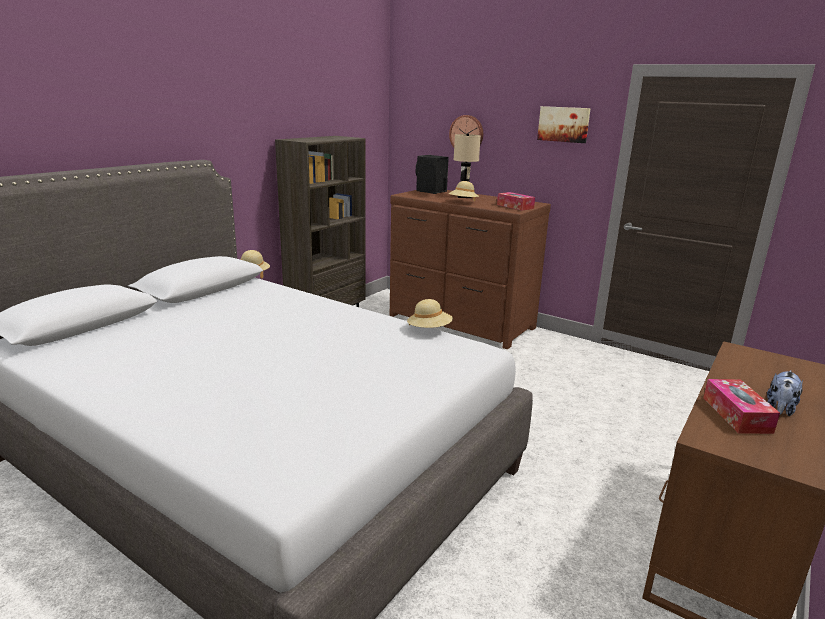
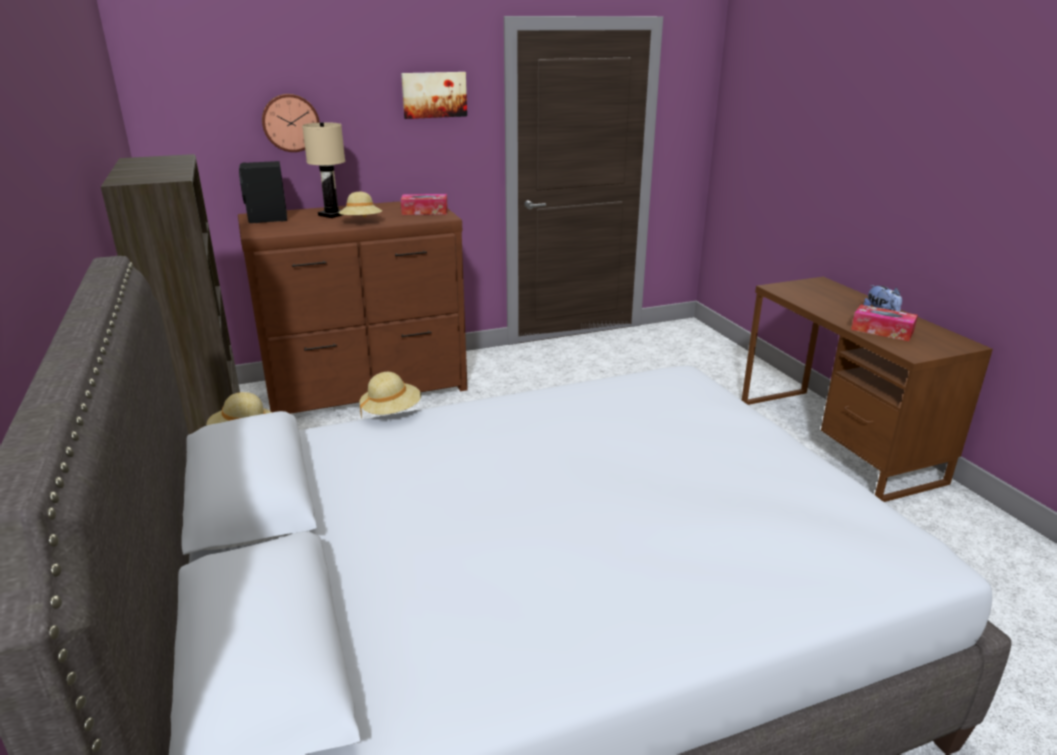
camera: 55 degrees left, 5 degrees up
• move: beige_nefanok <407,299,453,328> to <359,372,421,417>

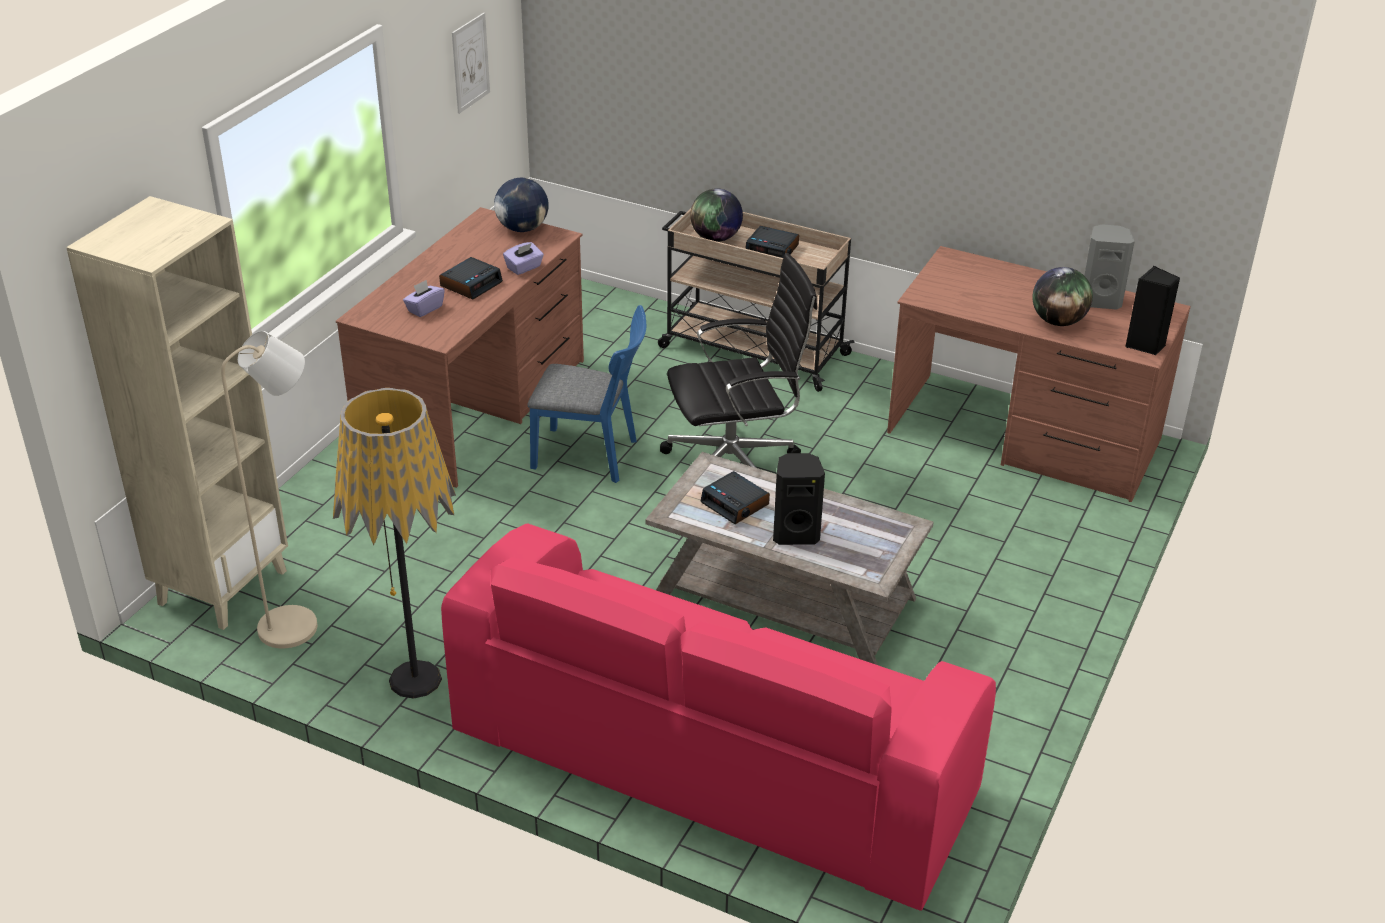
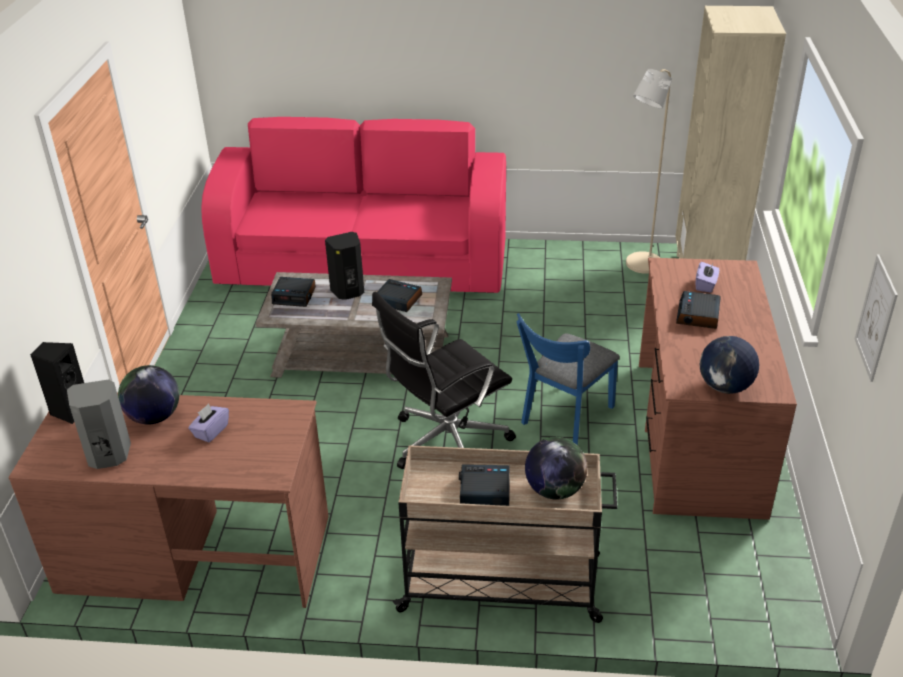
camera: 160 degrees right, 0 degrees up
• delete: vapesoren <333,388,456,699>
• insert: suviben <271,277,316,307>
• move: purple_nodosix <503,242,544,275> to <188,403,229,442>
• rotate: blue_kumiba <528,305,646,483> = <516,313,620,446> 45 degrees counterclockwise

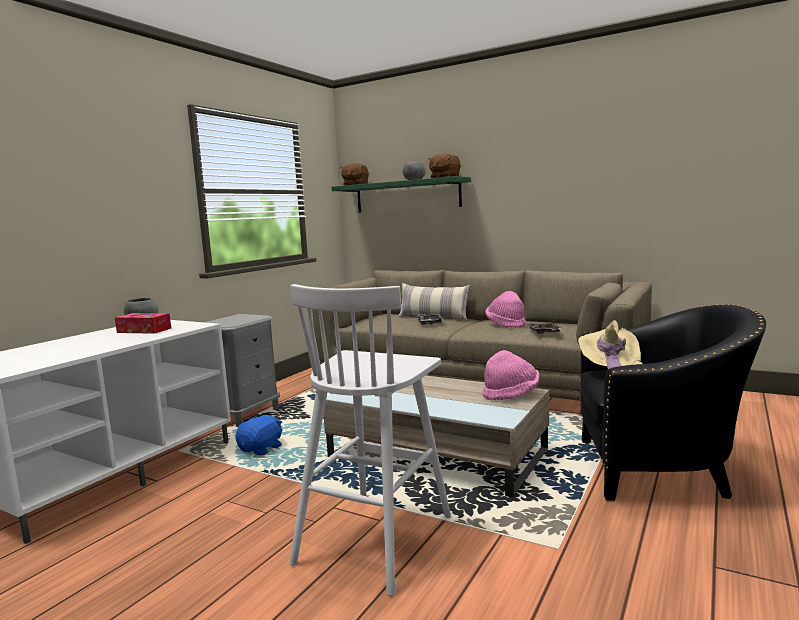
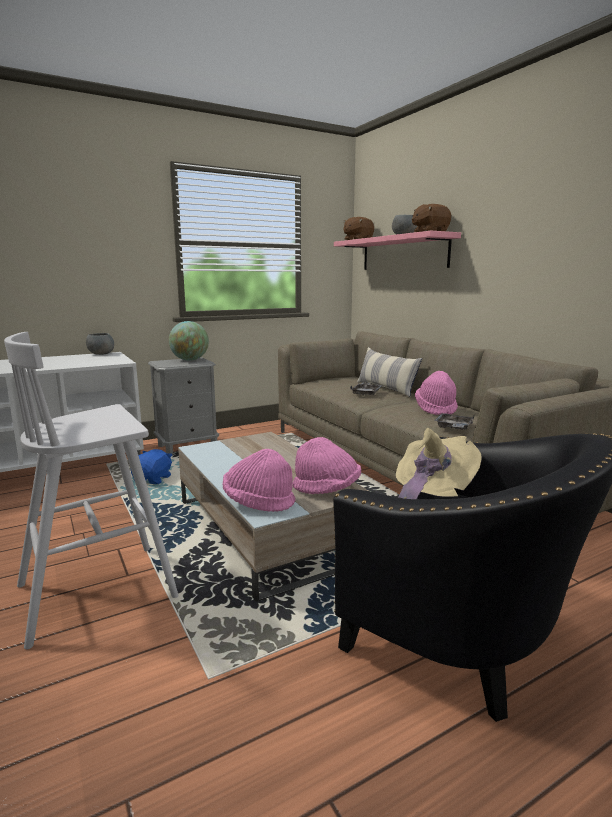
camera: 30 degrees right, 5 degrees up
• delete: nodosix <115,313,171,334>
• insert: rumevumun <169,321,209,361>
• insert: pink_nefanok <222,449,296,512>
• recolor: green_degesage <332,176,471,212> to pink_degesage <334,231,461,270>
• rotate: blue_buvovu <235,415,282,455> = <131,449,172,484> 45 degrees counterclockwise

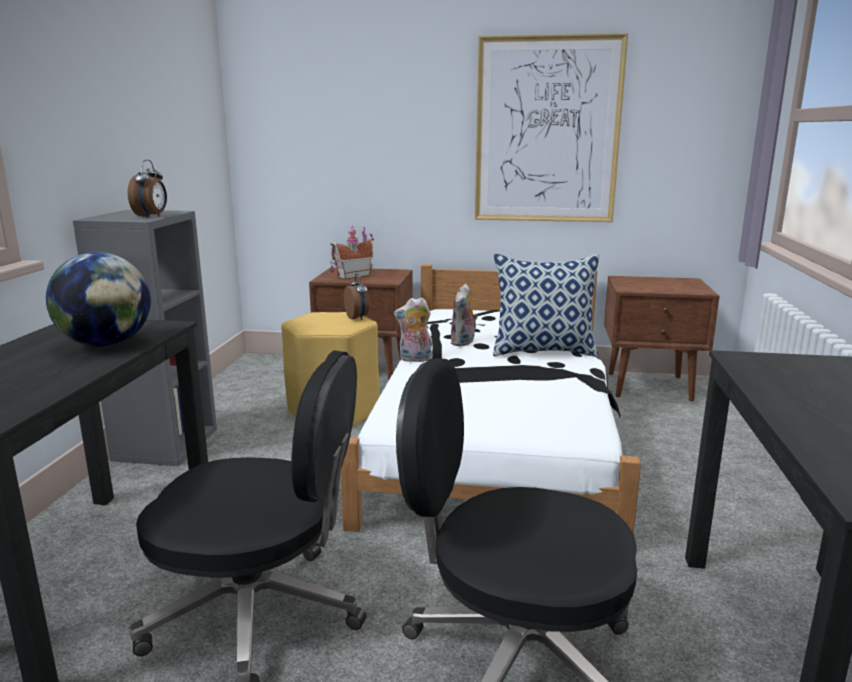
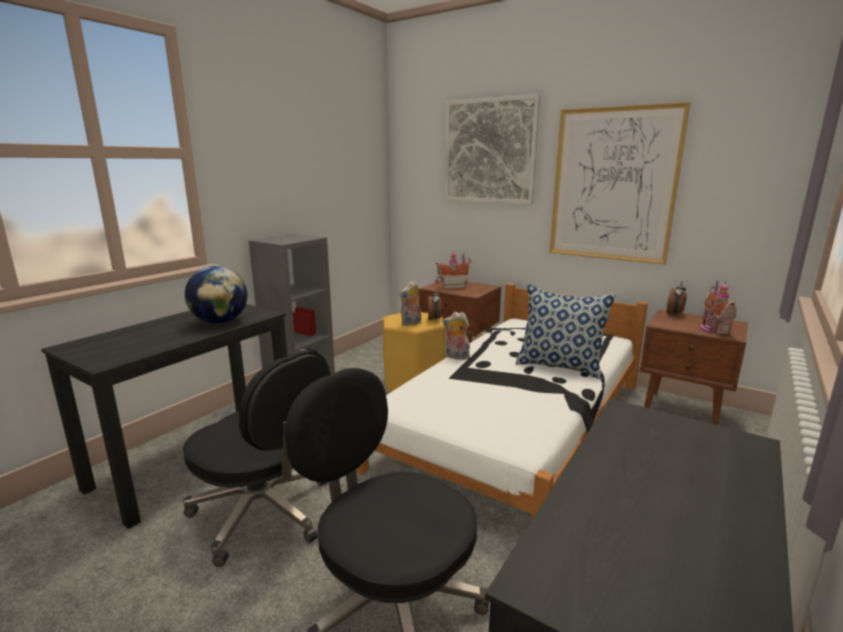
camera: 25 degrees right, 0 degrees up
• insert: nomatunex <445,94,541,204>
• insert: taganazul <700,280,737,334>
• move: suviben <128,160,167,218> to <667,280,687,316>
• move: buvovu <450,283,478,346> to <400,281,421,325>

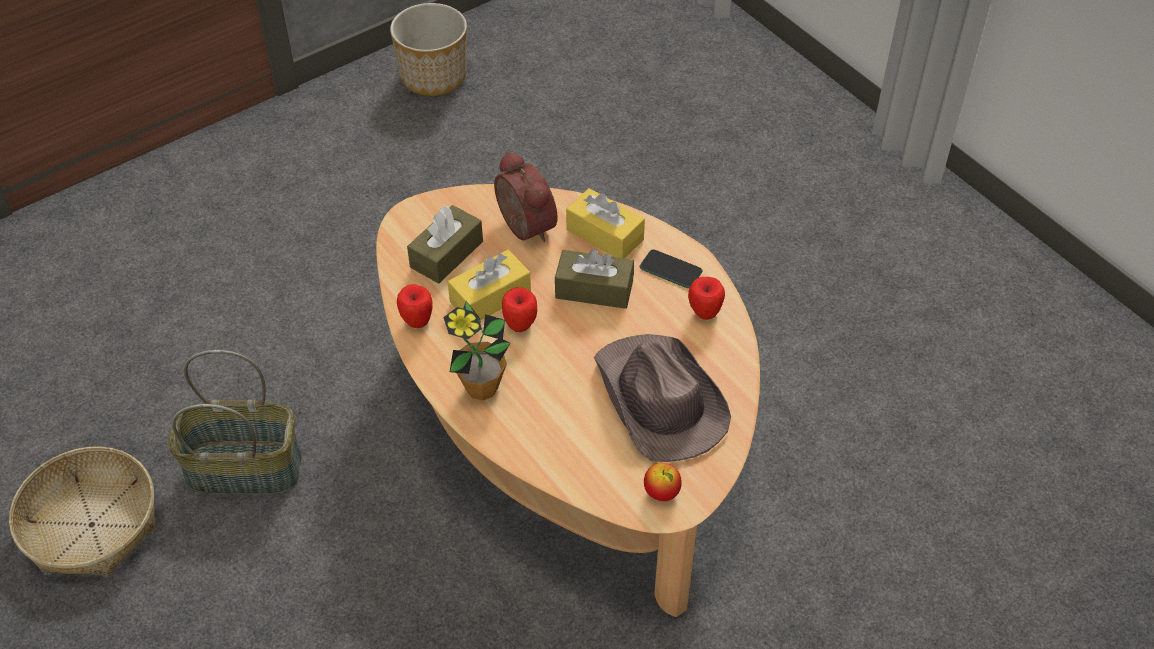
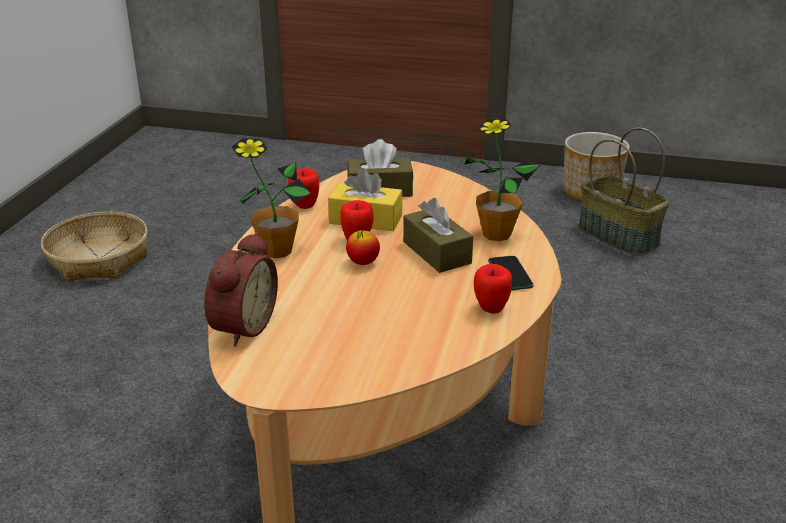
camera: 50 degrees right, 20 degrees down
• delete: brown_nefanok <594,334,731,462>
• move: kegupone <168,350,302,494> to <578,128,669,256>
• move: suviben <494,151,557,242> to <204,232,278,347>
• move: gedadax <644,463,682,501> to <346,230,380,265>
• replace: yellow_nodosix <566,188,645,258> to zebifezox <465,118,540,241>

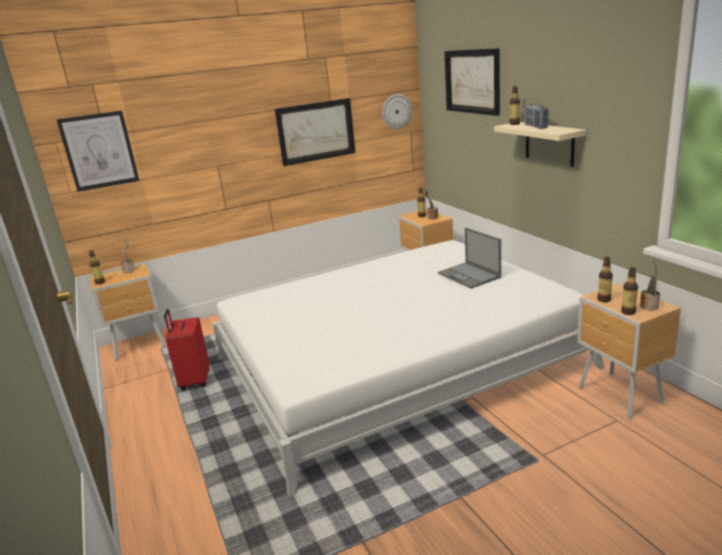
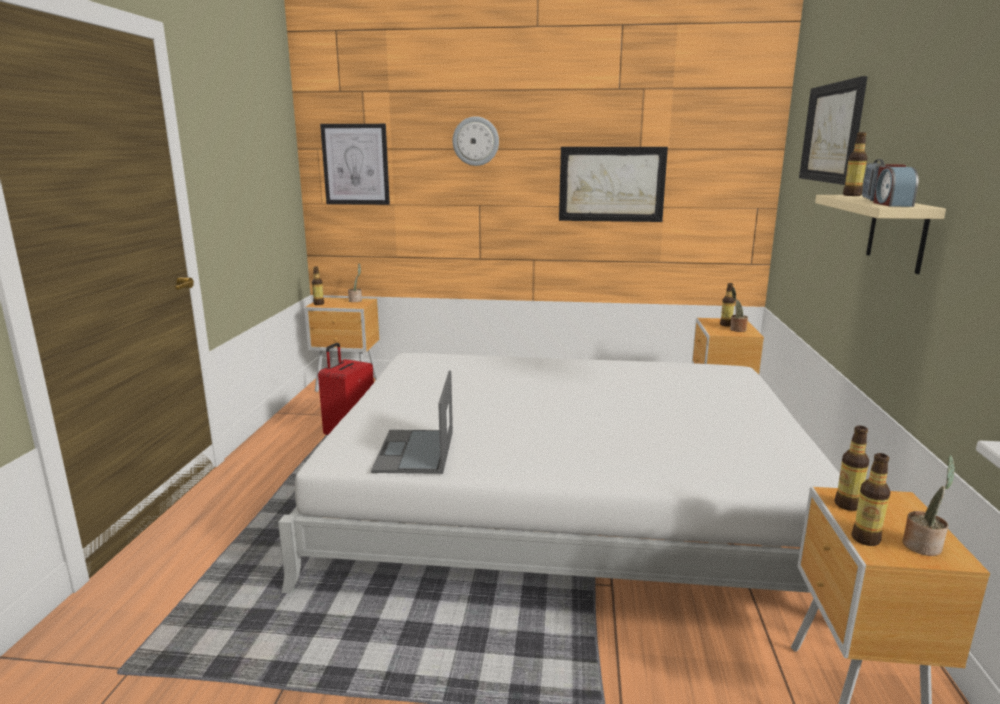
camera: 30 degrees right, 5 degrees down
• insert: suviben <873,164,918,207>
• move: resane <382,94,412,129> to <453,116,499,166>
• move: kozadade <438,228,501,289> to <371,371,453,474>

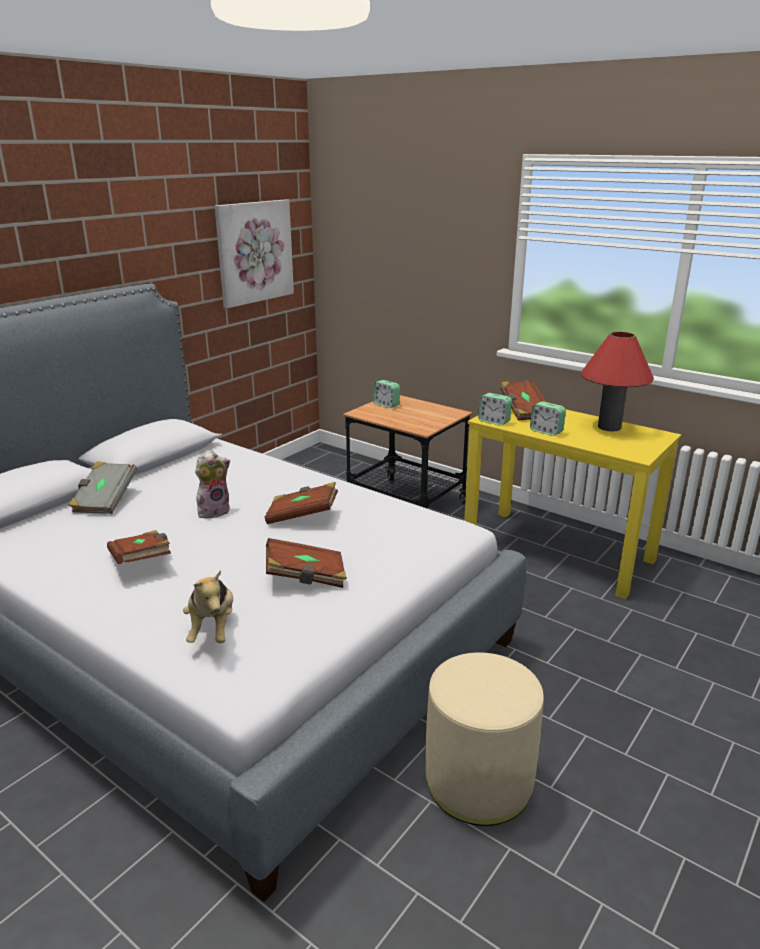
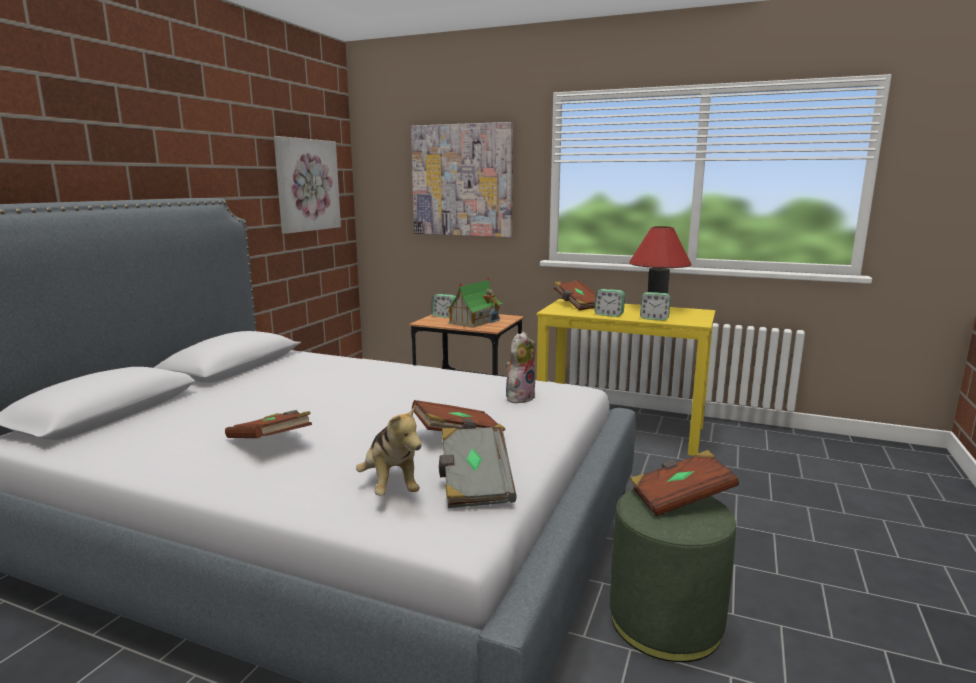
camera: 15 degrees left, 10 degrees down
• insert: nomatunex <411,122,513,237>
• insert: taganazul <445,277,503,328>
• move: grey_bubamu <68,462,137,514> to <439,427,517,508>
• move: buvovu <195,451,230,519> to <506,332,536,403>
• move: brown_bubamu <265,482,338,524> to <630,450,739,516>
• move: suviben <478,393,512,425> to <640,292,671,320>
• recolor: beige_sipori <425,652,544,826> to green_sipori <610,489,736,662>

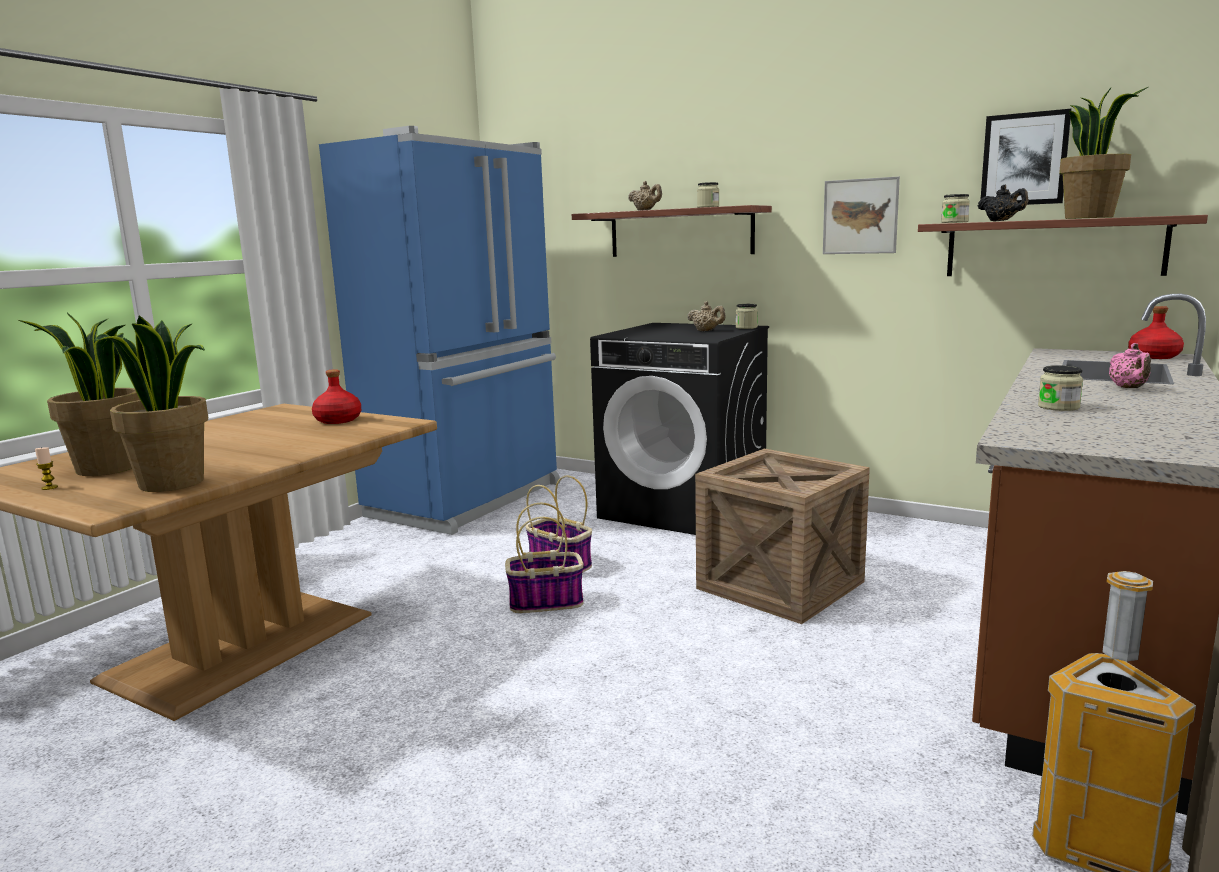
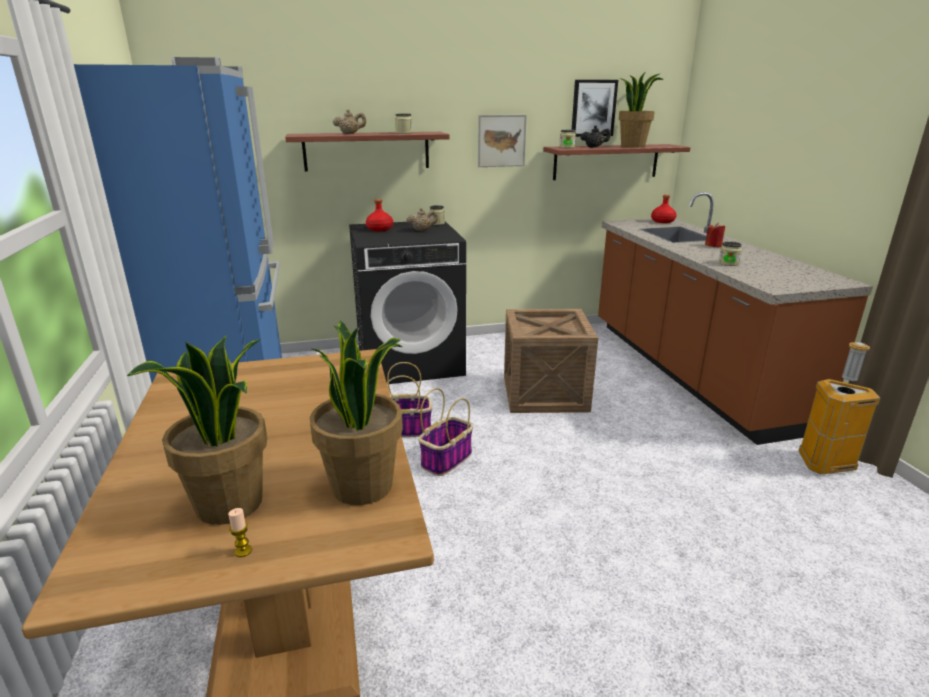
camera: 45 degrees left, 10 degrees up
• move: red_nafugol <312,369,362,424> to <366,199,393,232>
• replace: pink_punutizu <1109,343,1151,388> to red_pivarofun <705,223,725,247>

